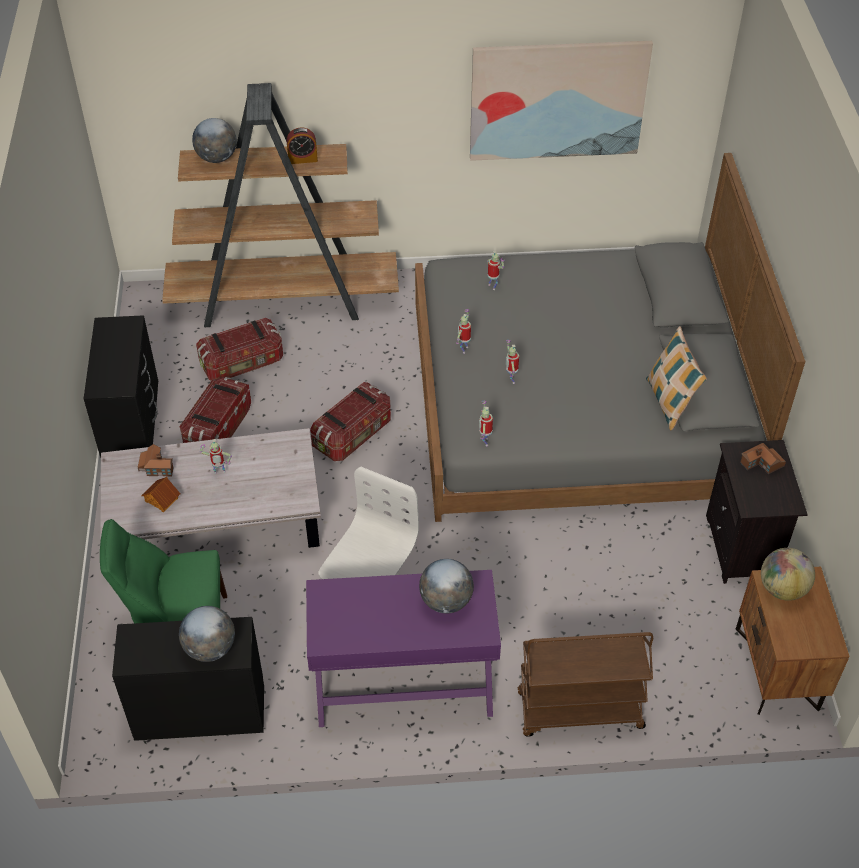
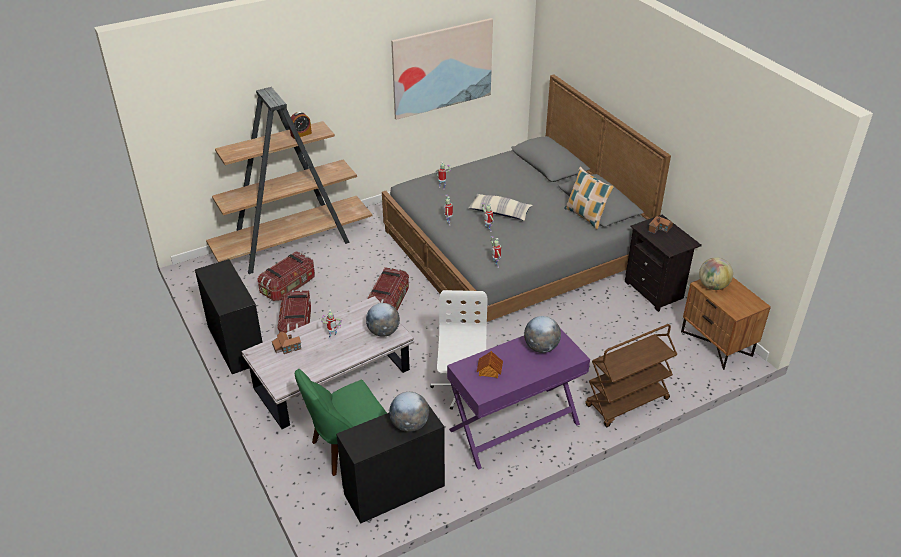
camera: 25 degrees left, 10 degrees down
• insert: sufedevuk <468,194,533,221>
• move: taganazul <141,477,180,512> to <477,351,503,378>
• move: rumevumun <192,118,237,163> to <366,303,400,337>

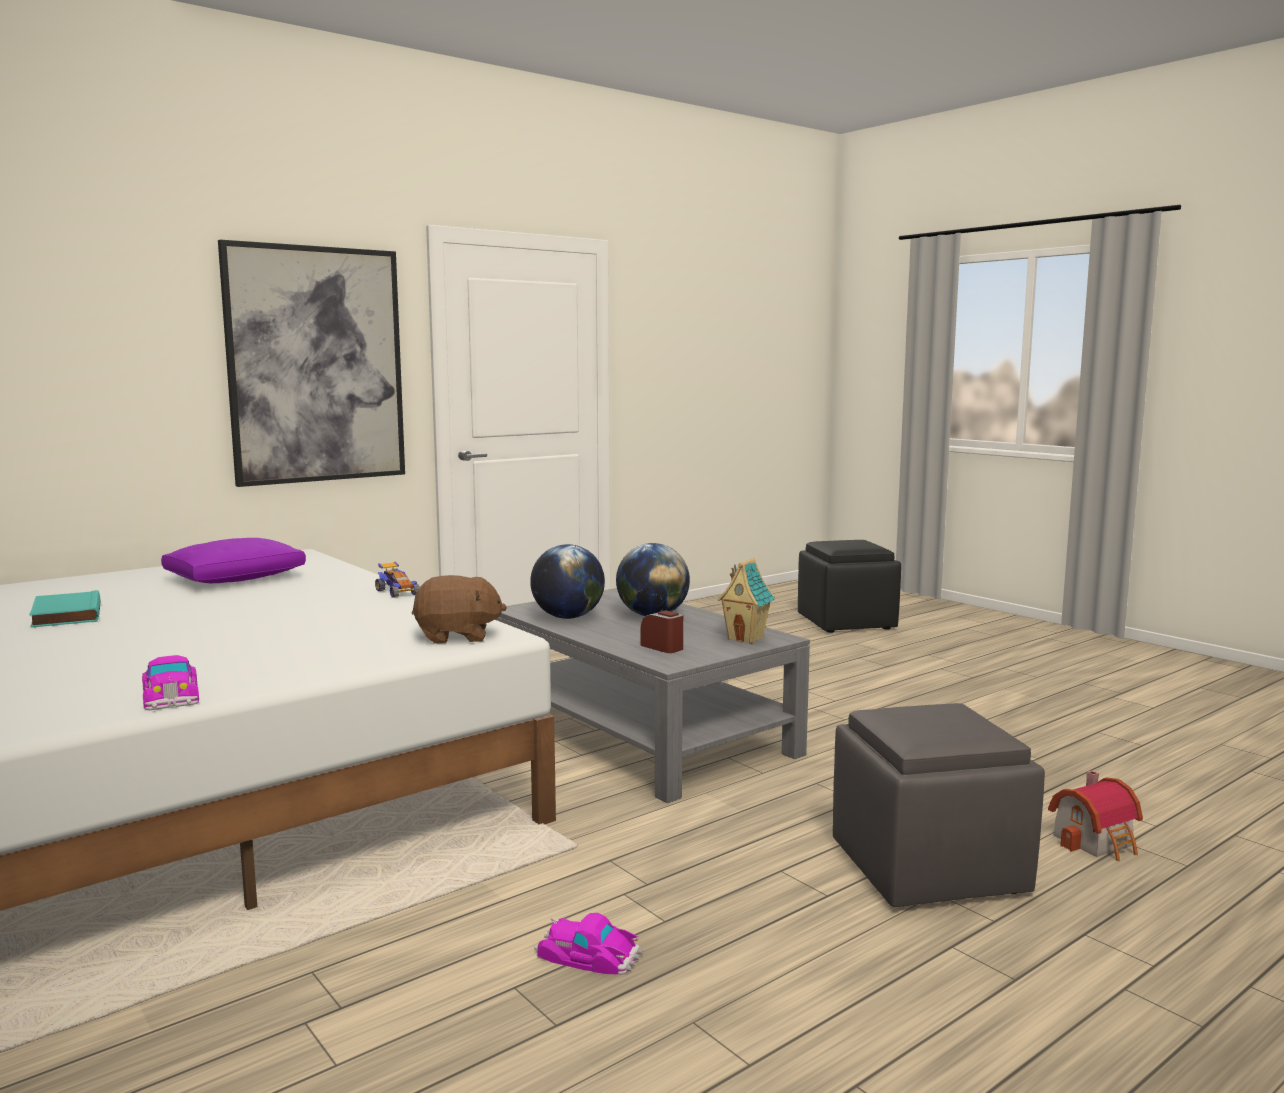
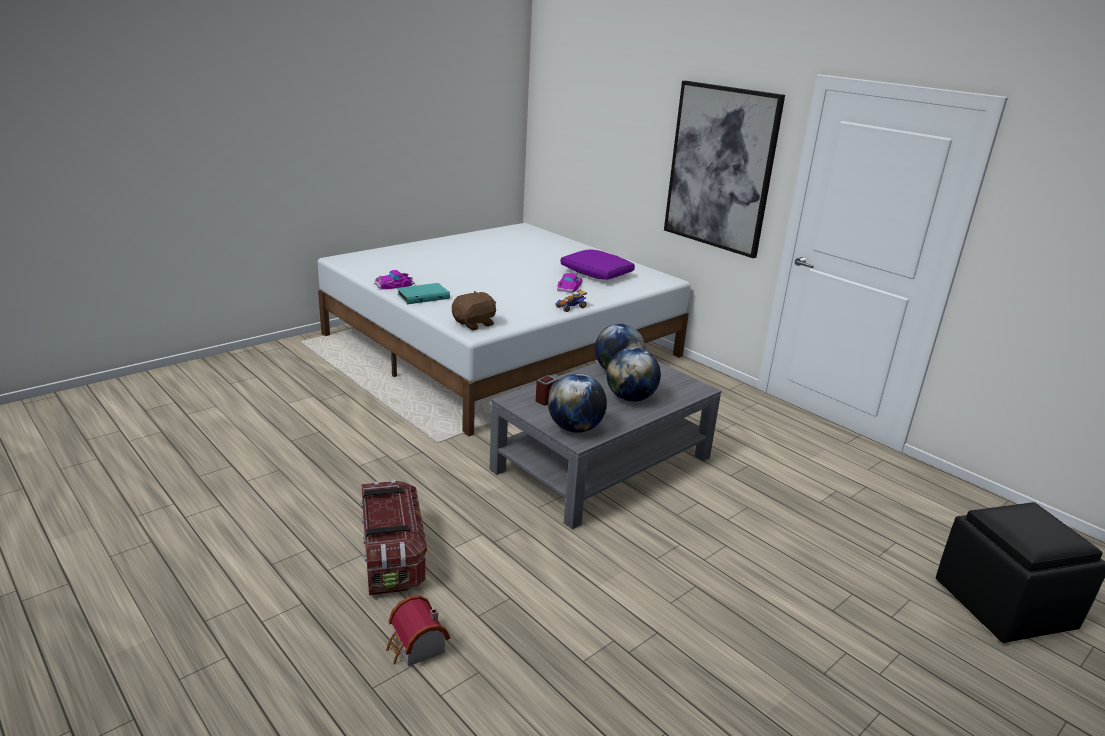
camera: 85 degrees right, 15 degrees up
• move: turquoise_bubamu <29,590,101,628> to <397,283,450,304>
• move: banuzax <534,913,643,975> to <557,272,582,293>
• replace: taganazul <718,558,775,644> to rumevumun <548,374,607,433>
• replace: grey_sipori <833,703,1045,907> to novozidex <361,480,427,595>
• rotate: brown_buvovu <412,575,507,644> = <452,291,496,330> 120 degrees counterclockwise

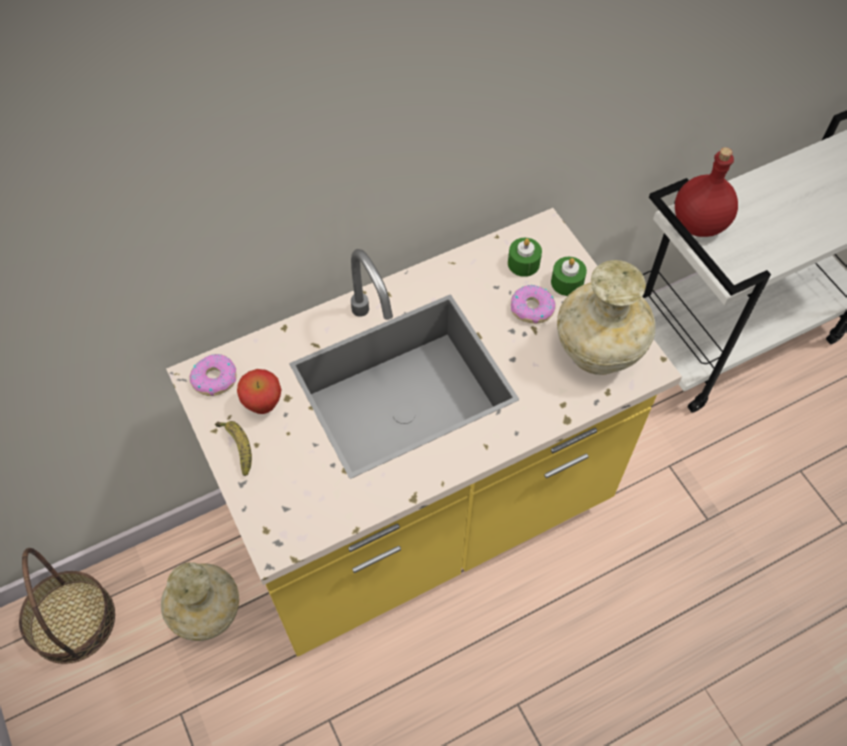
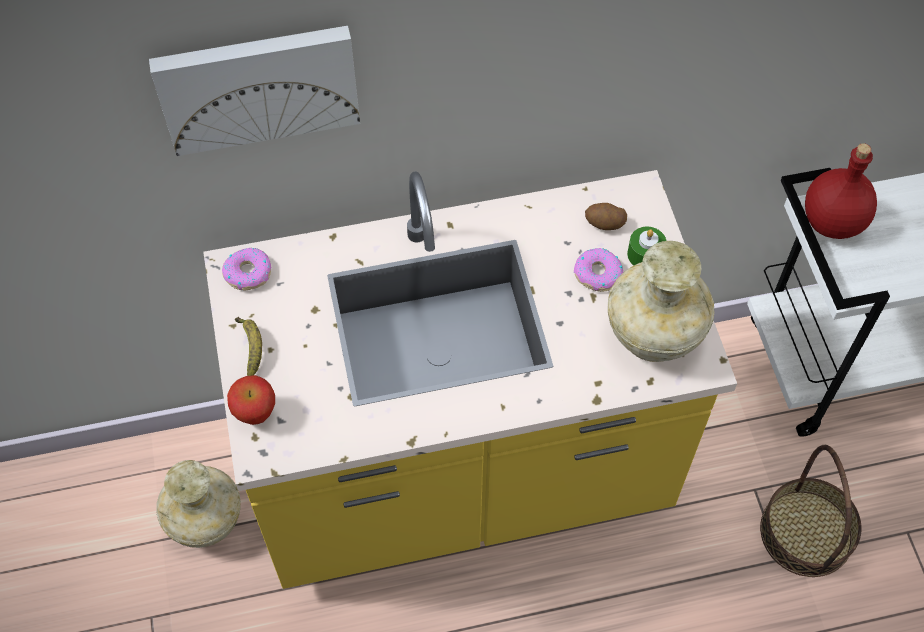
camera: 15 degrees right, 0 degrees up
• insert: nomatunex <149,26,360,156>
• move: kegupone <19,548,115,664> to <760,445,862,577>
• move: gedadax <237,369,282,414> to <227,375,275,425>
• replace: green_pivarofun <508,238,542,277> to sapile <585,203,627,230>

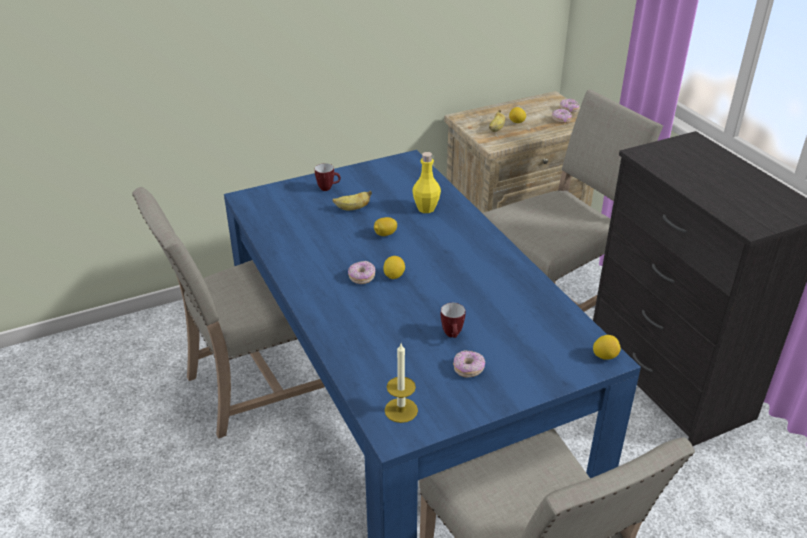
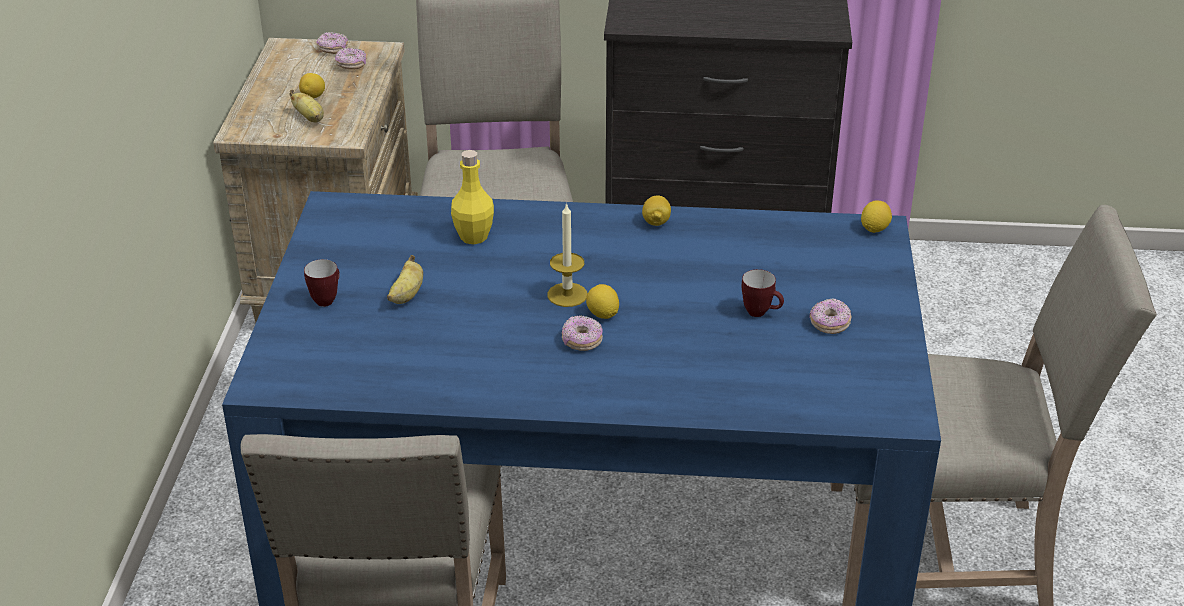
camera: 60 degrees left, 0 degrees up
• move: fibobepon <374,217,397,236> to <642,196,671,226>
• move: pivarofun <385,343,418,423> to <548,203,587,307>

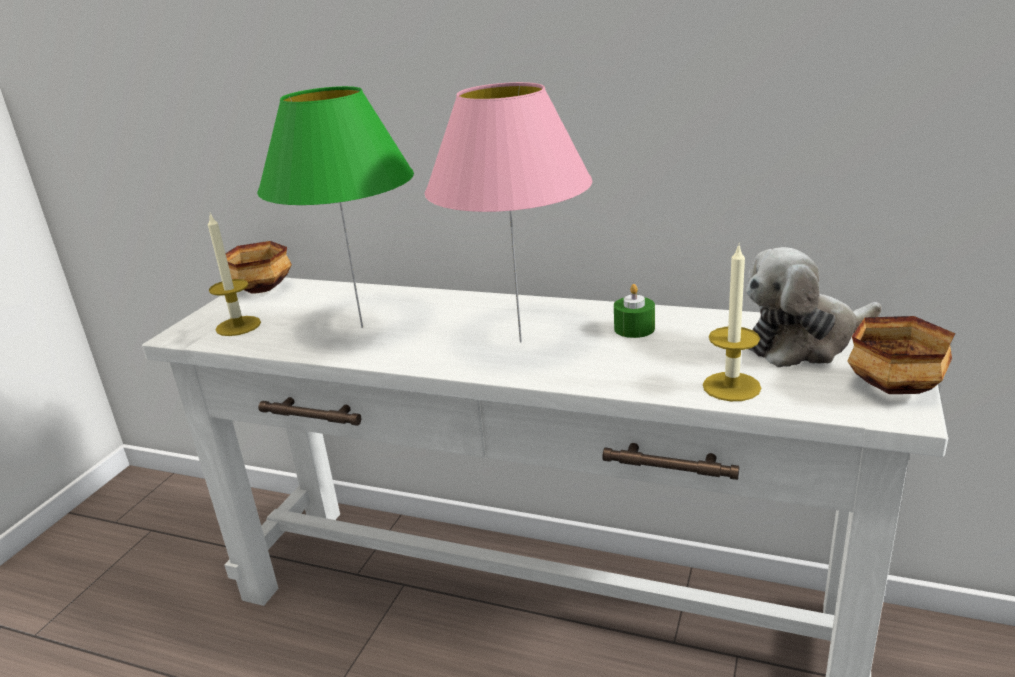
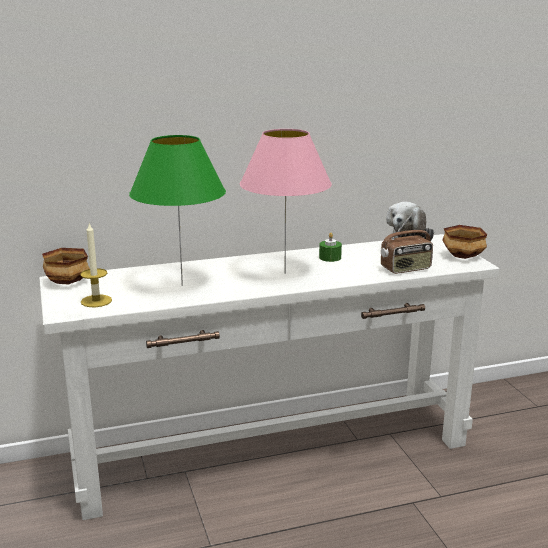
camera: 40 degrees left, 5 degrees down
• replace: pivarofun <703,244,761,401> to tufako <381,213,433,274>

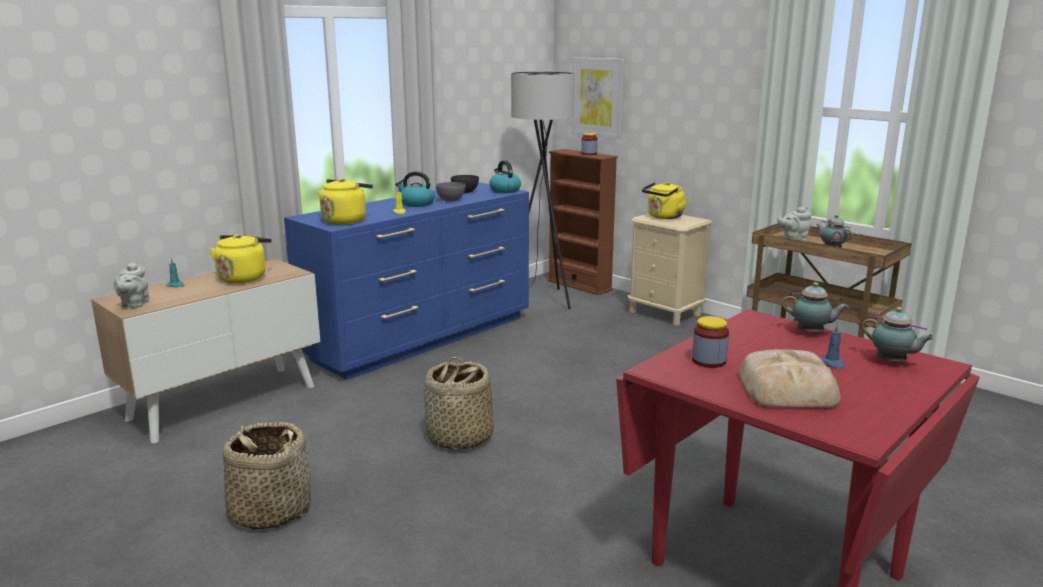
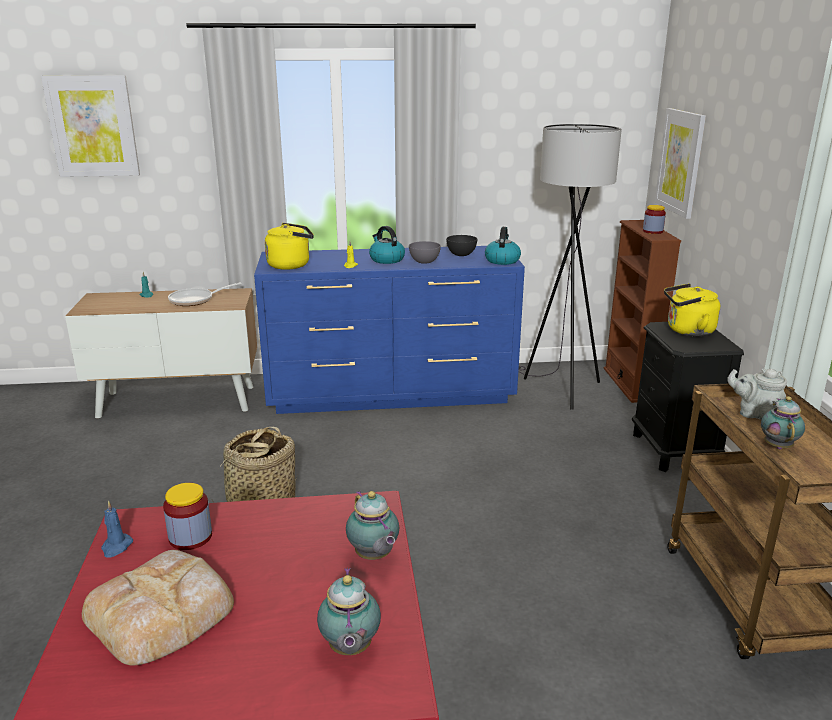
camera: 40 degrees right, 5 degrees up
• delete: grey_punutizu <114,262,149,308>
• delete: kegupone <223,422,311,530>
• insert: nomatunex <41,75,140,177>
• move: blue_pivarofun <820,323,845,369> to <101,500,133,557>
• replace: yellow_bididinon <210,234,272,283> to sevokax <168,282,242,306>
• recolor: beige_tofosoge <628,213,713,326> to black_tofosoge <632,322,744,472>

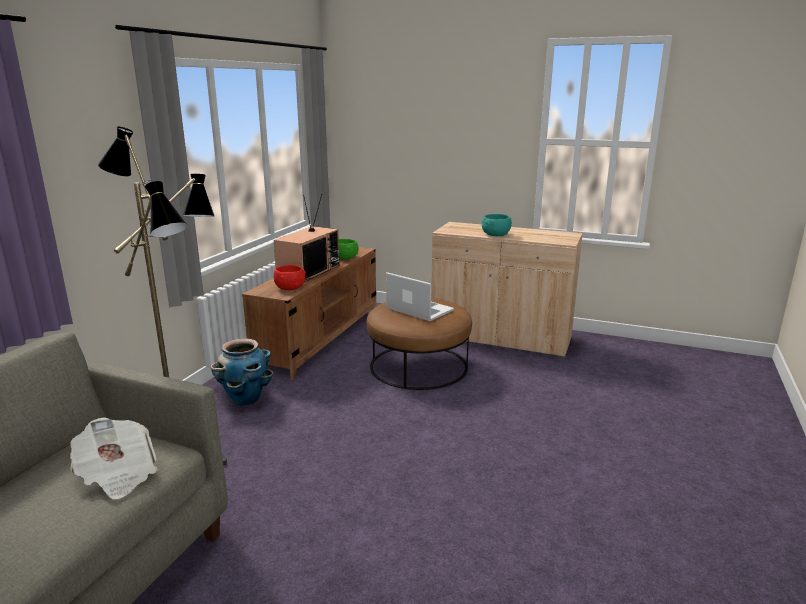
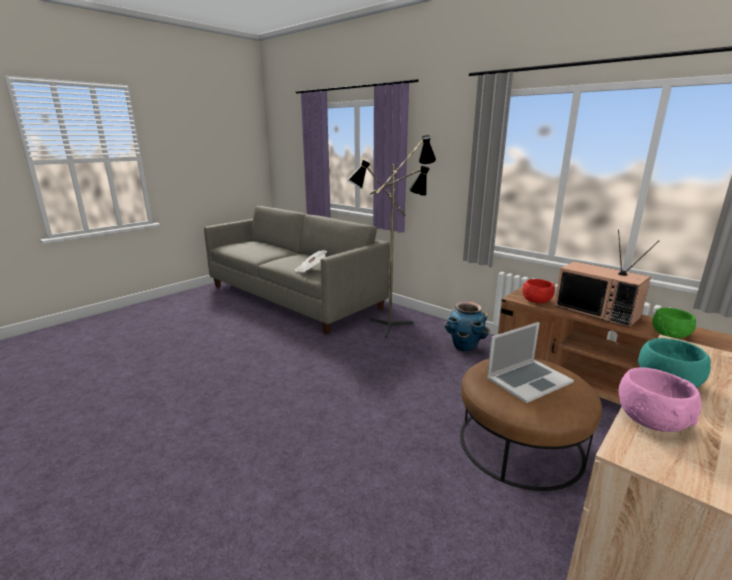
camera: 110 degrees right, 0 degrees up
• insert: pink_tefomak <619,367,701,432>

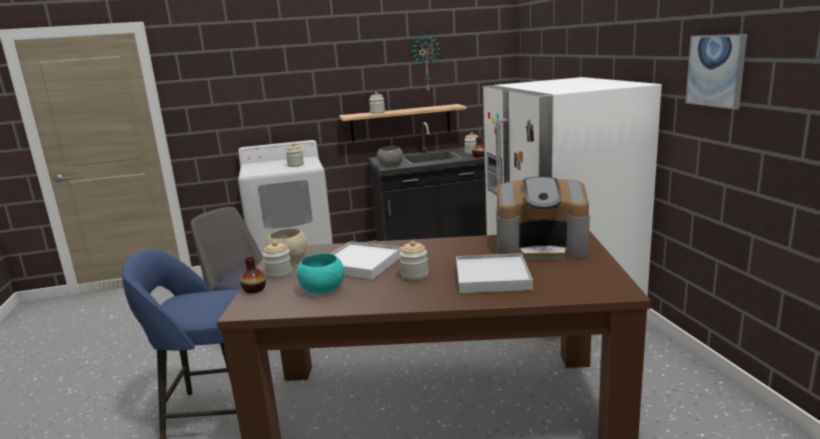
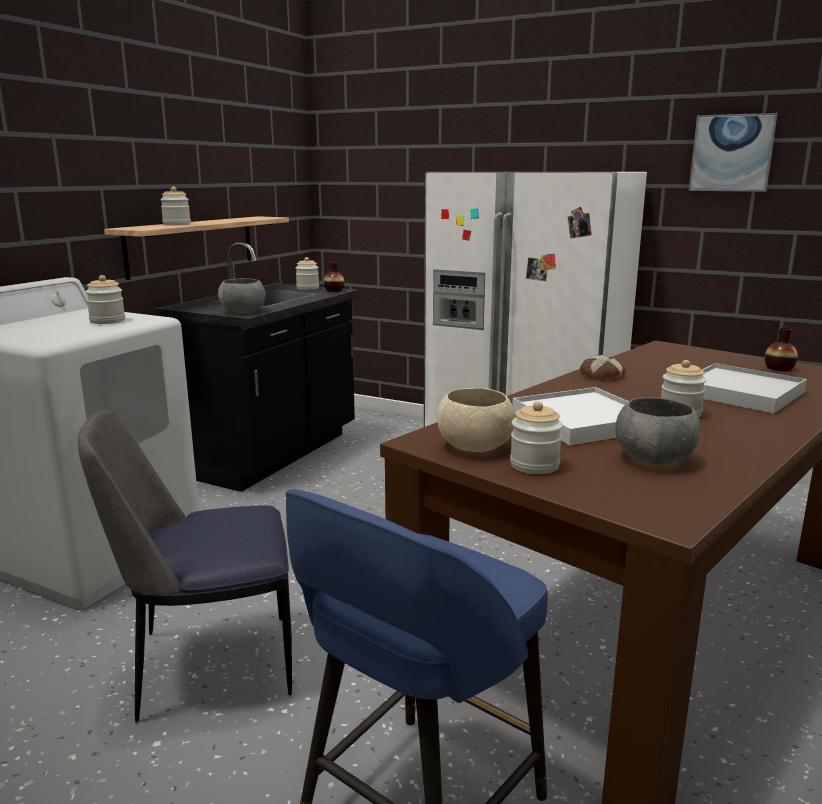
camera: 50 degrees left, 0 degrees up
• delete: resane <411,34,441,93>
• delete: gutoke <496,177,590,260>
• insert: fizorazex <580,355,626,380>
• move: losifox <240,257,266,294> to <765,328,798,371>
• recolor: turquoise_tefomak <297,253,344,294> to grey_tefomak <615,397,700,465>

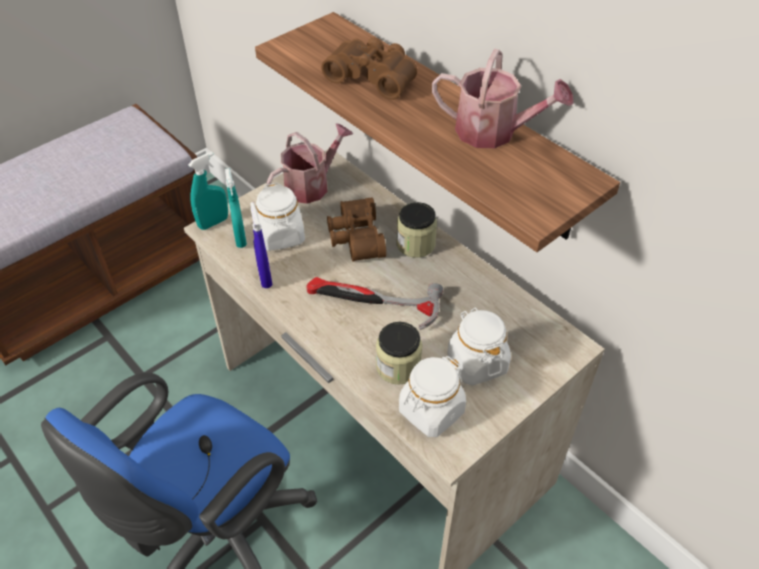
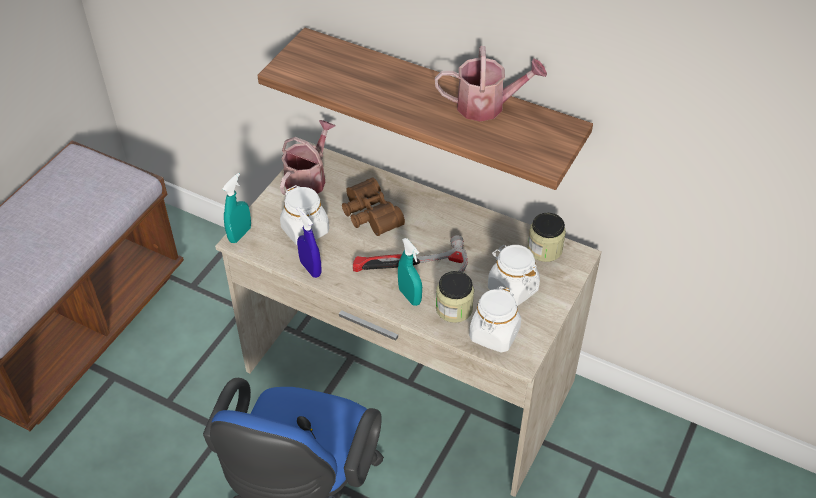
camera: 20 degrees left, 0 degrees up
• delete: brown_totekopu <321,38,417,100>
• move: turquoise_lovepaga <225,168,247,248> to <398,238,422,306>
• move: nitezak <397,202,437,258> to <527,213,566,262>

